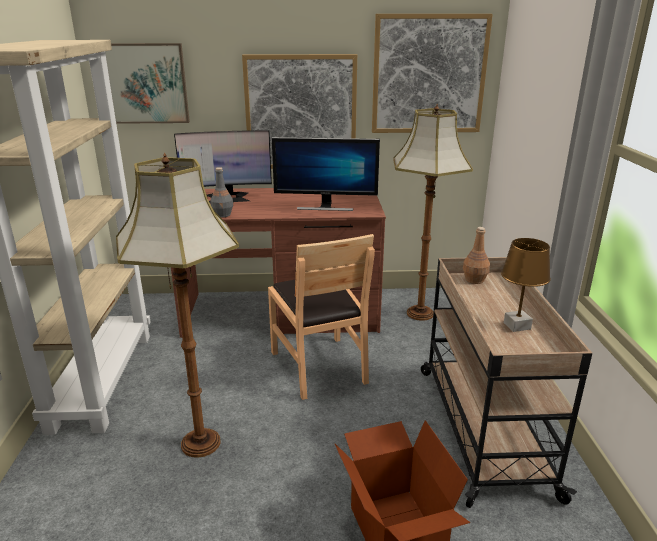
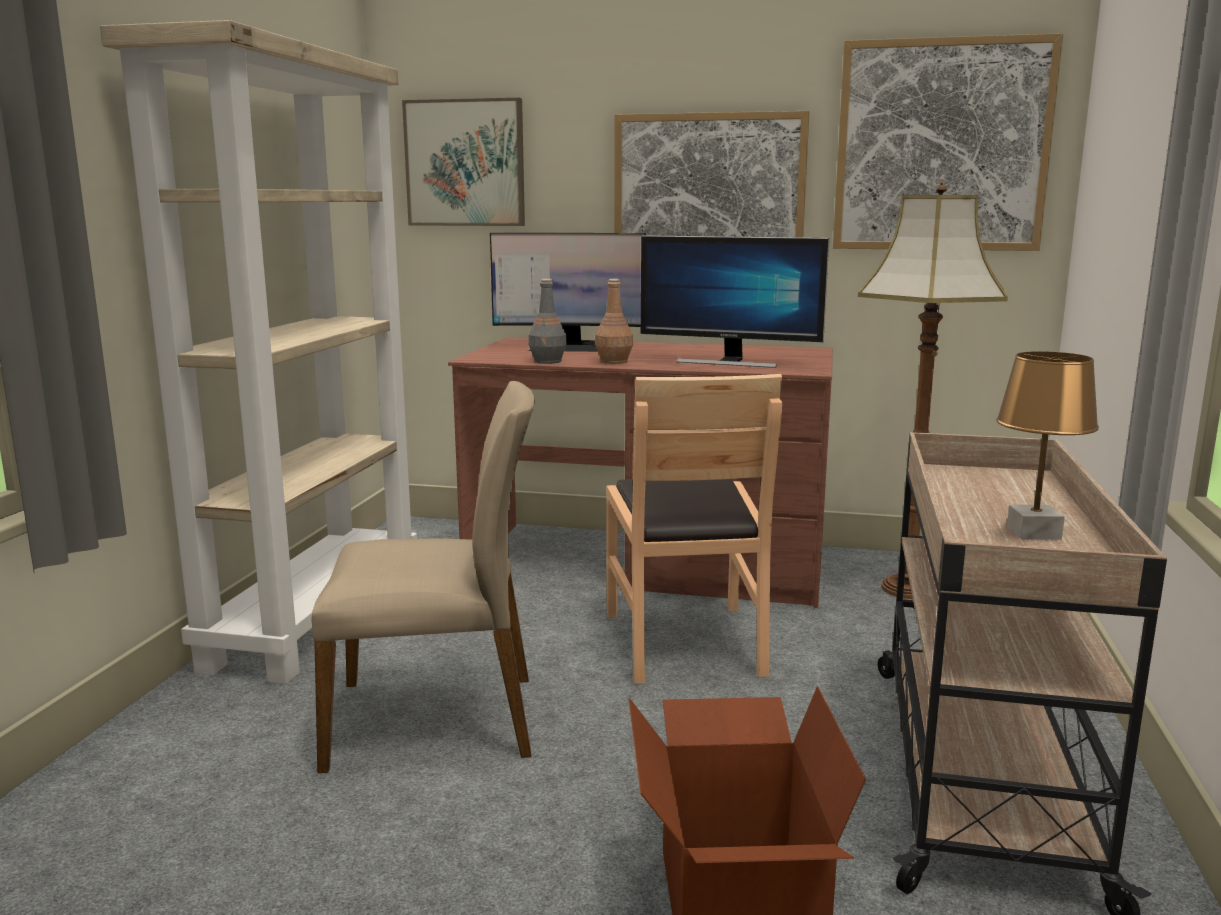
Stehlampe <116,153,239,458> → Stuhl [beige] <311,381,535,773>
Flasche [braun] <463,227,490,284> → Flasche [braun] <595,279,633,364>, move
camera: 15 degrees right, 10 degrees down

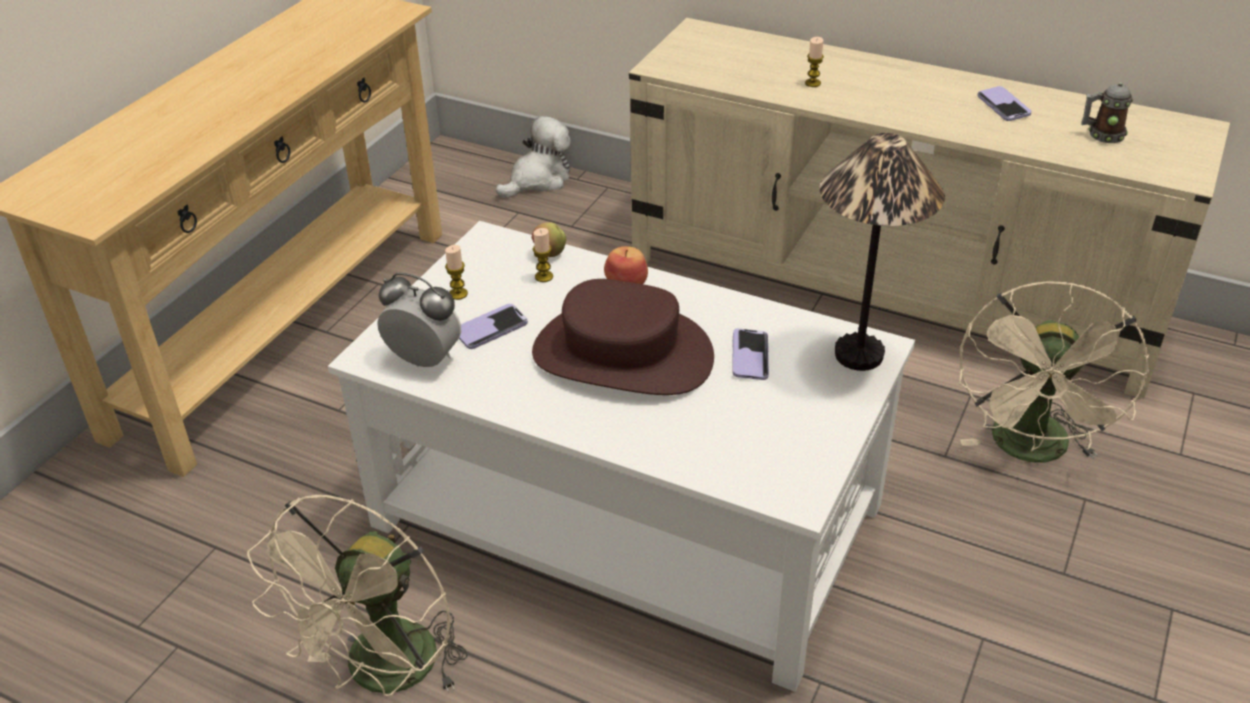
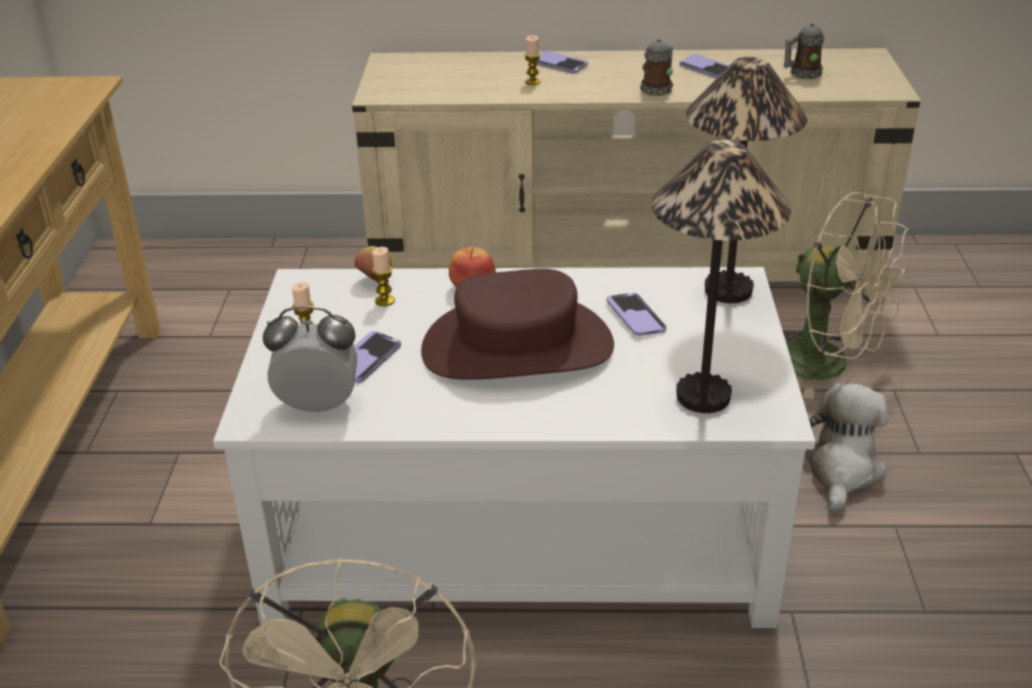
Plüschtier <496,116,571,198> → Plüschtier <805,383,888,513>, move
Ventilator [beige] <959,281,1150,463> → Ventilator [beige] <783,192,908,399>, 45 degrees counterclockwise
- → Henkelbecher <640,39,673,96>
- → Handy <536,51,588,74>
- → Tischlampe <651,140,791,413>
camera: 25 degrees left, 5 degrees down

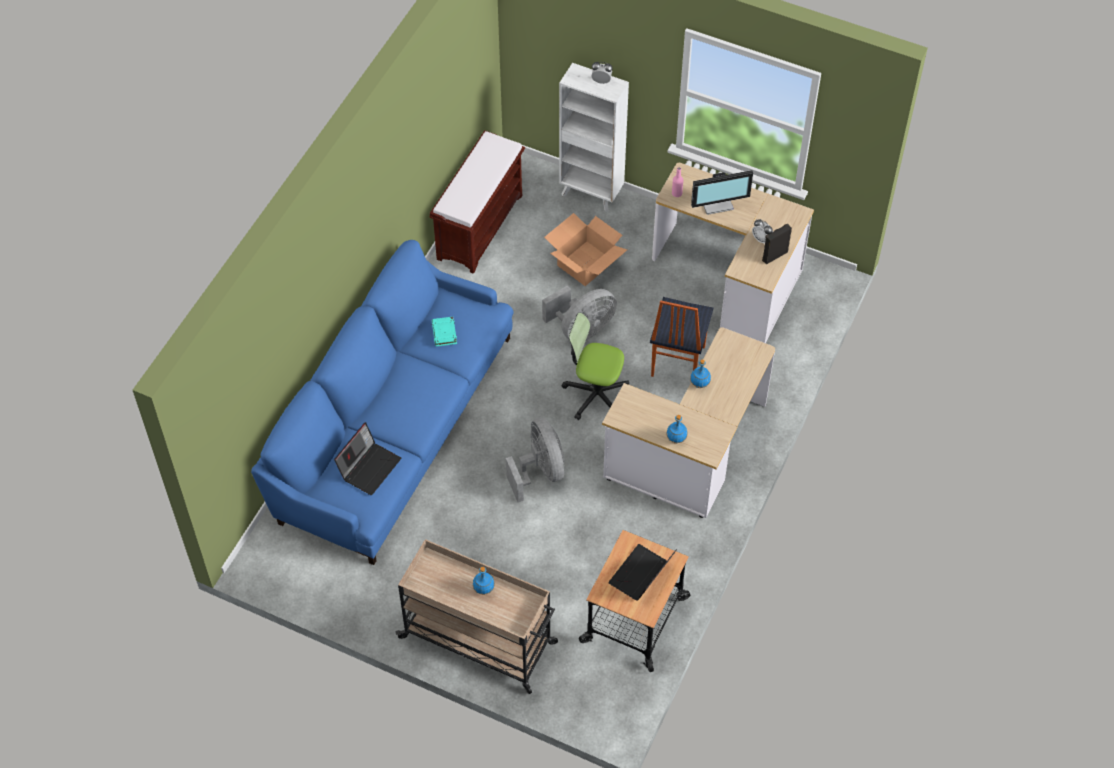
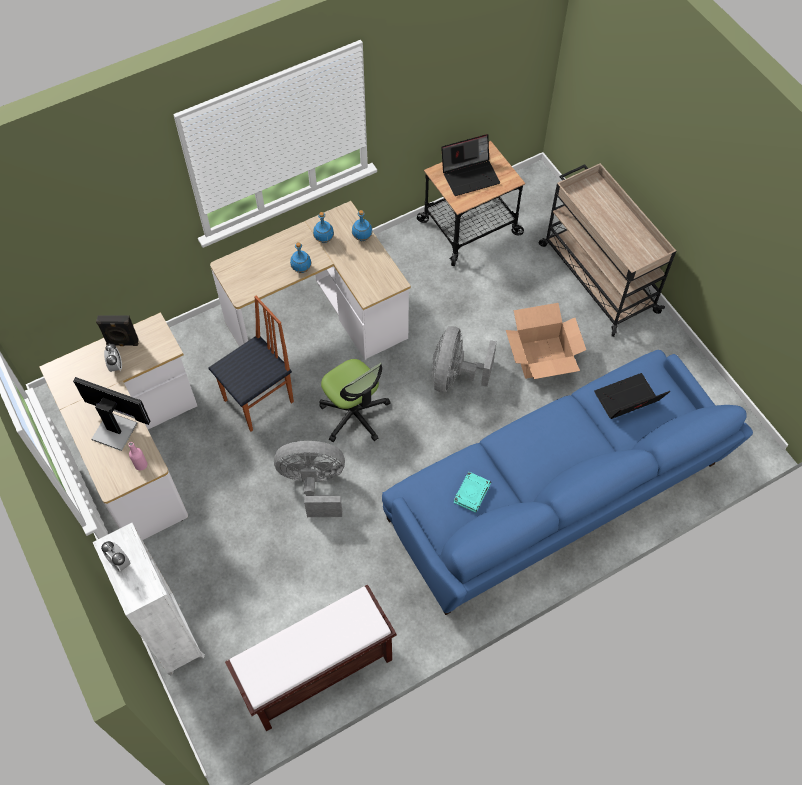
Karton <544,213,627,286> → Karton <506,303,586,379>, move
Flasche [blau] <473,567,495,595> → Flasche [blau] <313,212,334,243>, move
camera: 145 degrees left, 5 degrees up

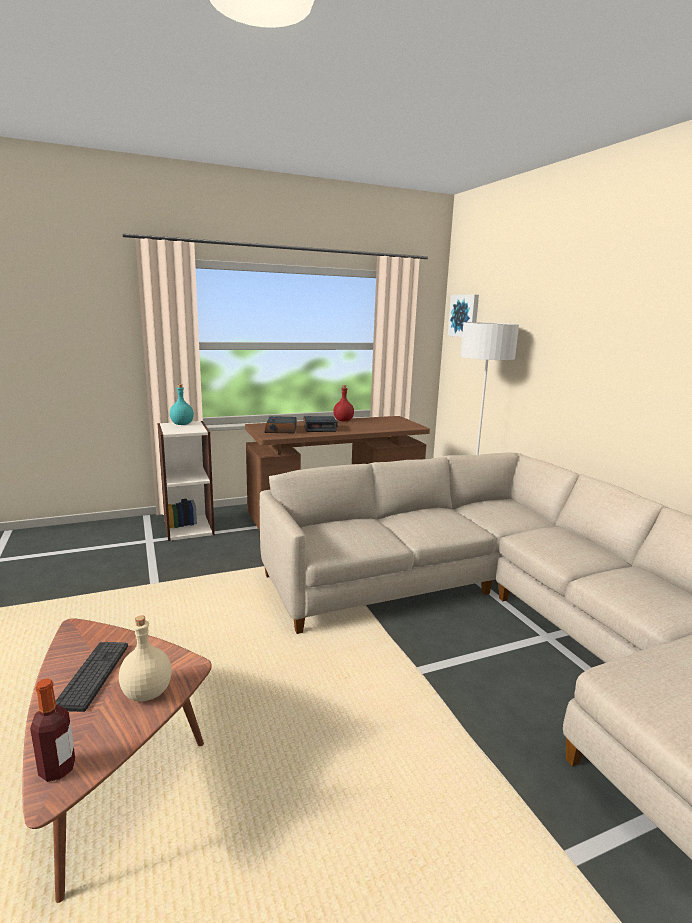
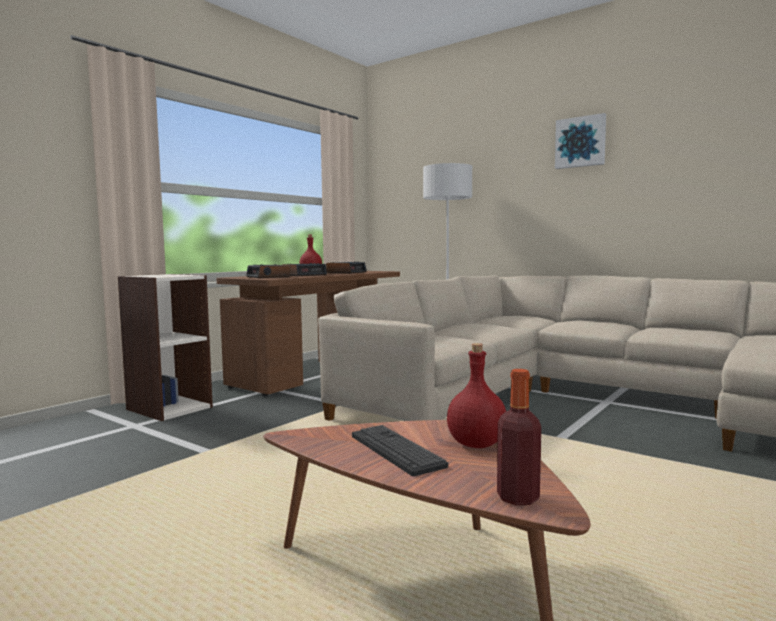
Bild <448,295,479,337> → Bild <555,113,606,169>, move
Flasche [türkis] <170,384,194,425> → -
Flasche [beige] <119,616,172,702> → Flasche [rot] <447,343,506,448>
- → Wecker <326,261,367,273>
camera: 30 degrees left, 10 degrees down

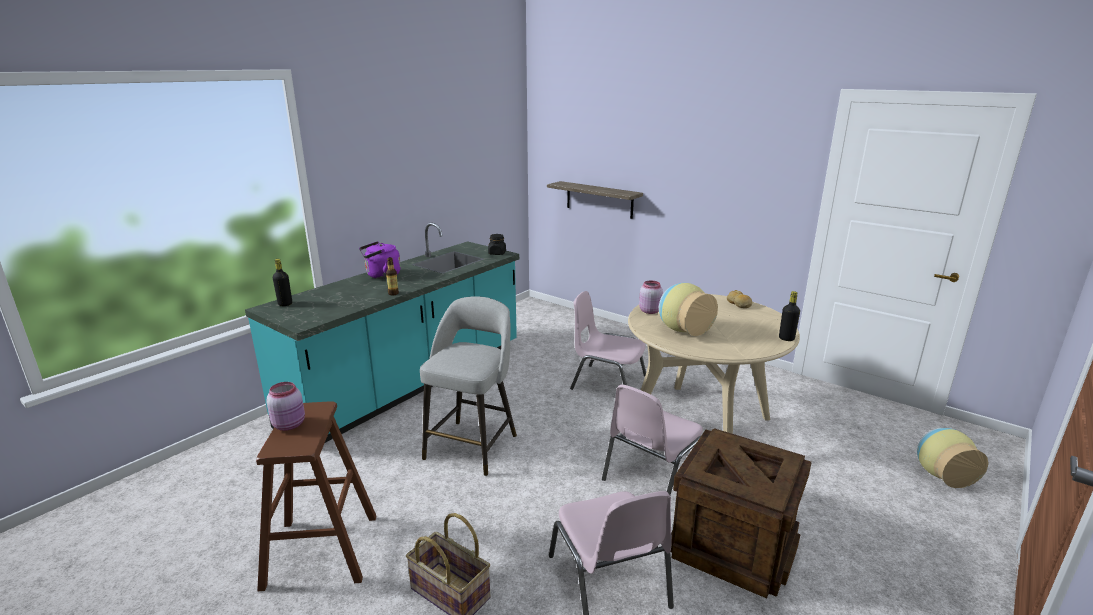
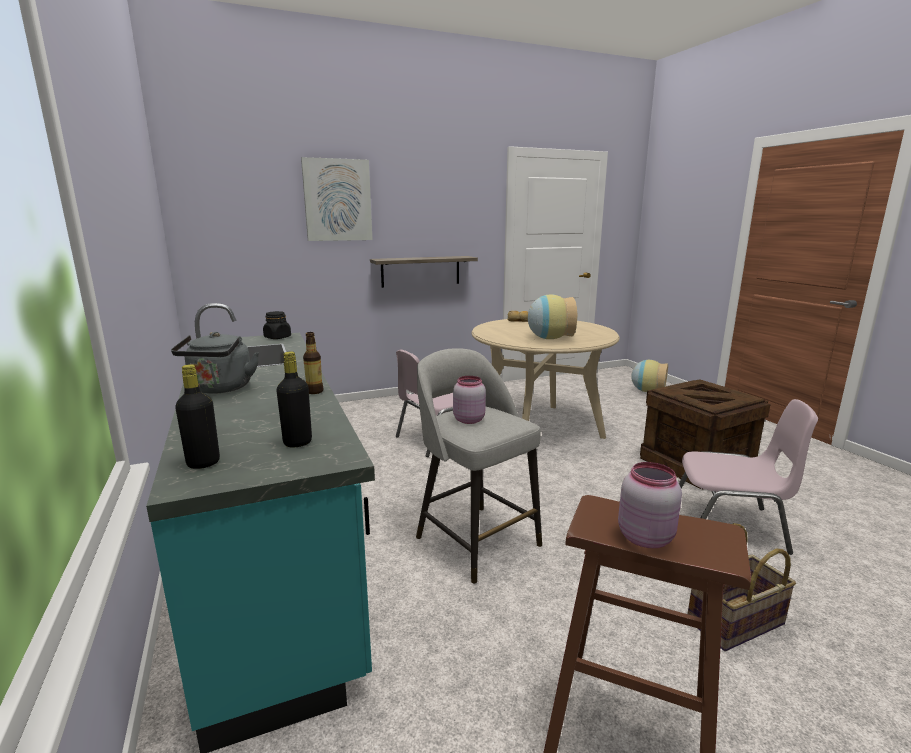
Wandregal <547,181,643,219> → Wandregal <370,256,478,288>, move
Wasserkessel [lila] <359,241,401,279> → Wasserkessel [grau] <171,332,259,394>
Vorratsglas [rosa] <639,280,663,314> → Vorratsglas [rosa] <453,376,486,424>, move
Flasche [schwarz] <779,291,800,341> → Flasche [schwarz] <276,351,312,447>, move
Stuhl [rosa] <602,385,703,495> → -
- → Bild <301,157,373,241>
camera: 60 degrees left, 5 degrees down

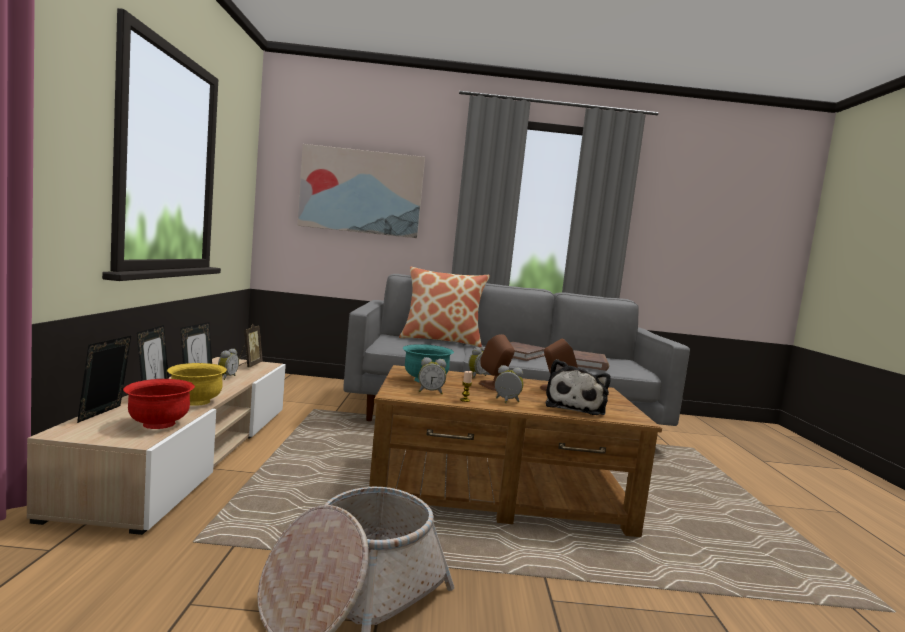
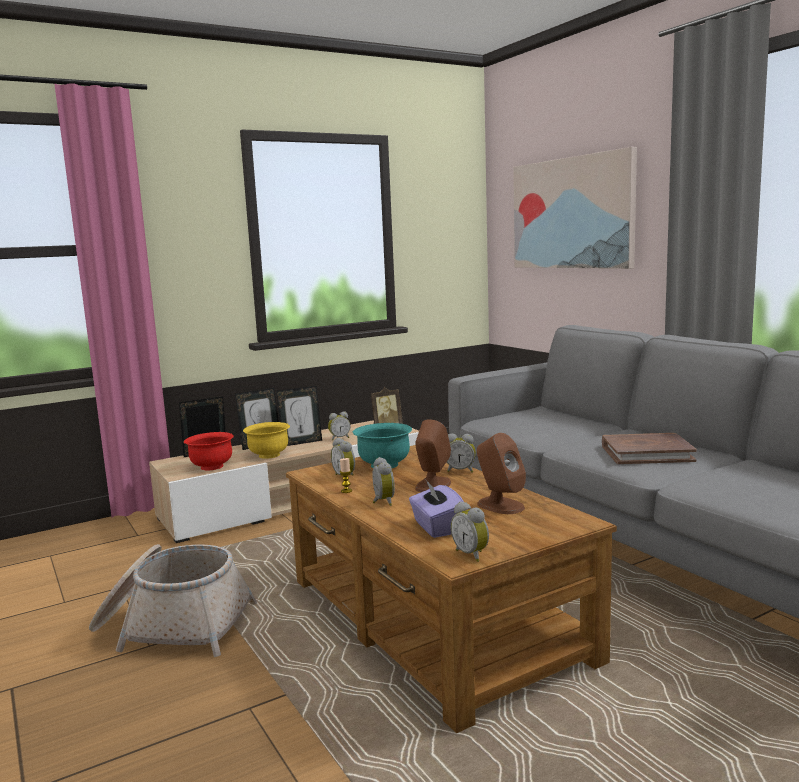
Kissen <399,267,490,347> → -
Buch [braun] <573,350,609,371> → -
Plüschtier <546,359,611,415> → Taschentuchbox [lila] <409,480,464,538>
- → Wecker <451,501,489,562>
camera: 60 degrees right, 5 degrees up

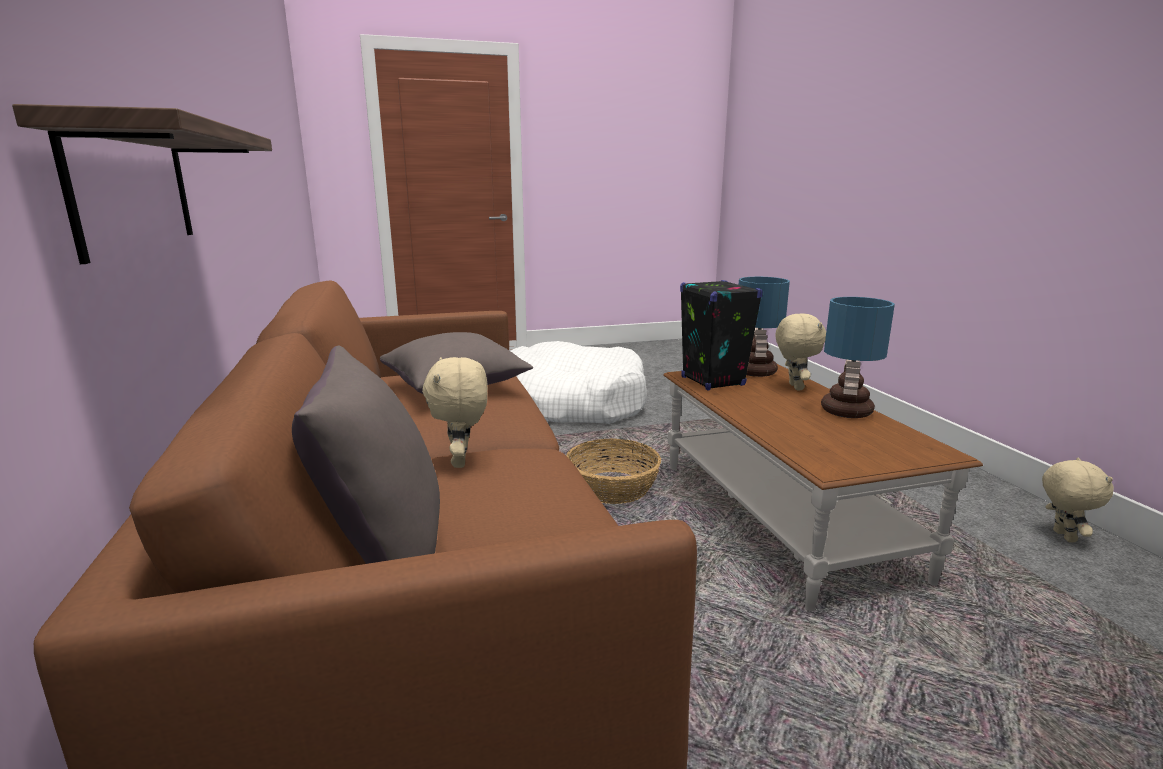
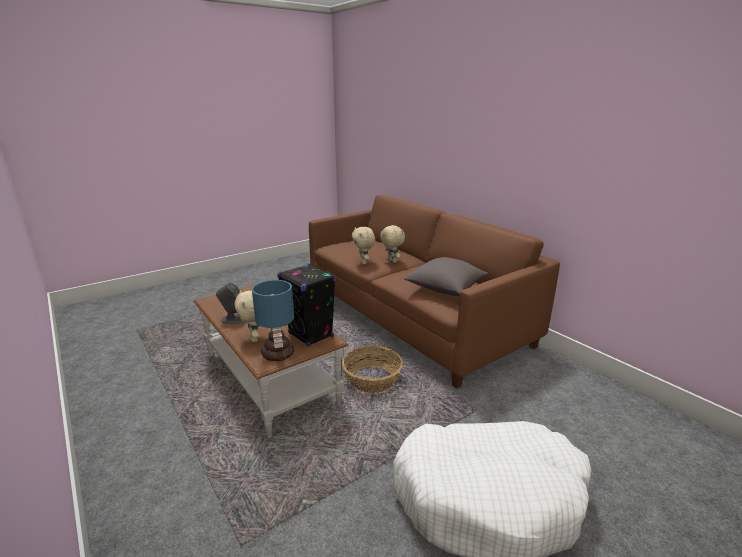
Wandregal <12,104,272,264> → -
Tischlampe <821,297,895,418> → Lautsprecher [grau] <216,283,245,324>
Kissen [grau] <292,346,440,564> → -
Plüschtier [beige] <1042,458,1114,543> → Plüschtier [beige] <352,227,375,265>, move
camera: 160 degrees right, 5 degrees up

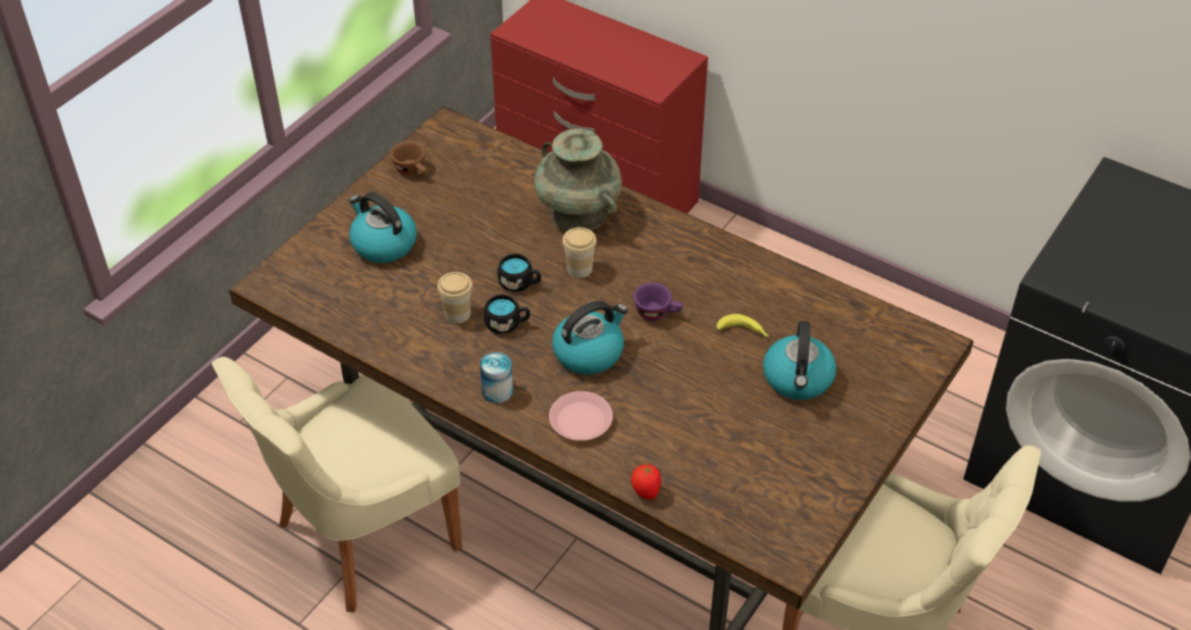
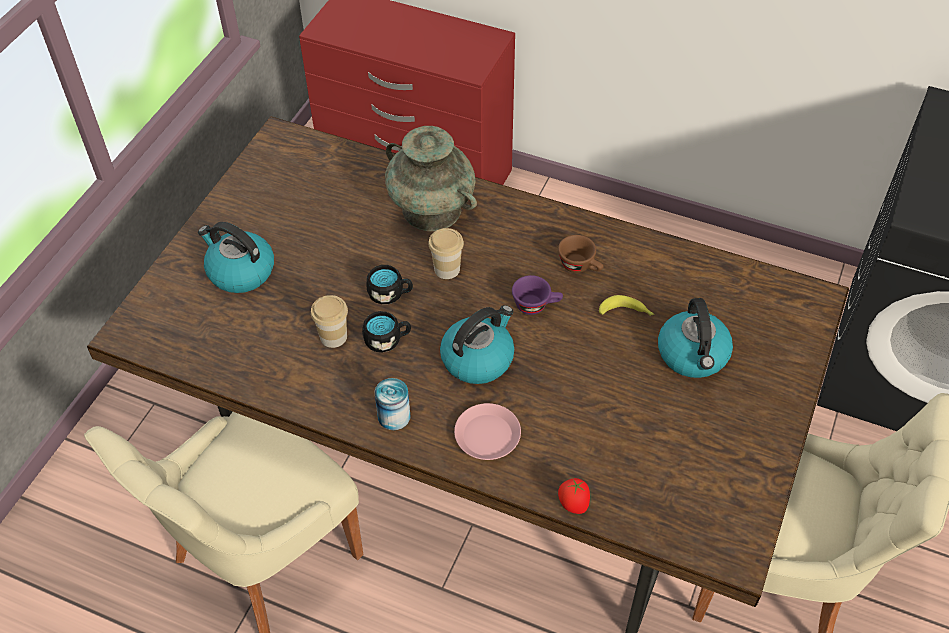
Tasse [braun] <390,141,427,176> → Tasse [braun] <558,235,604,273>, move
camera: 10 degrees left, 5 degrees up

